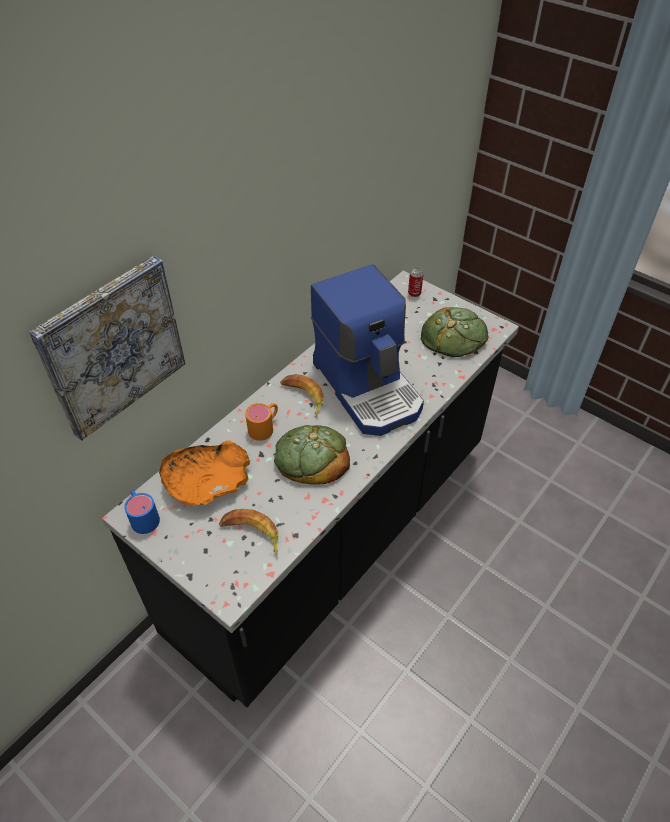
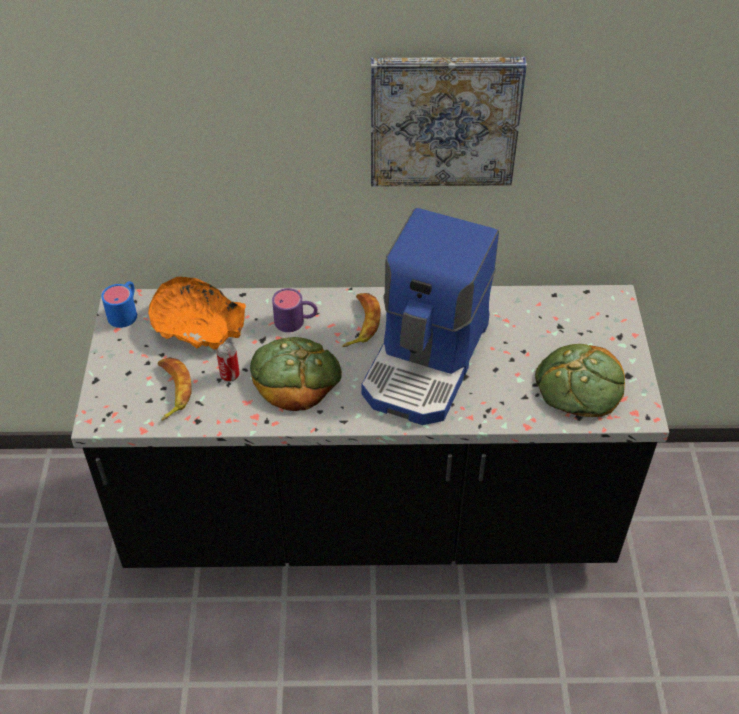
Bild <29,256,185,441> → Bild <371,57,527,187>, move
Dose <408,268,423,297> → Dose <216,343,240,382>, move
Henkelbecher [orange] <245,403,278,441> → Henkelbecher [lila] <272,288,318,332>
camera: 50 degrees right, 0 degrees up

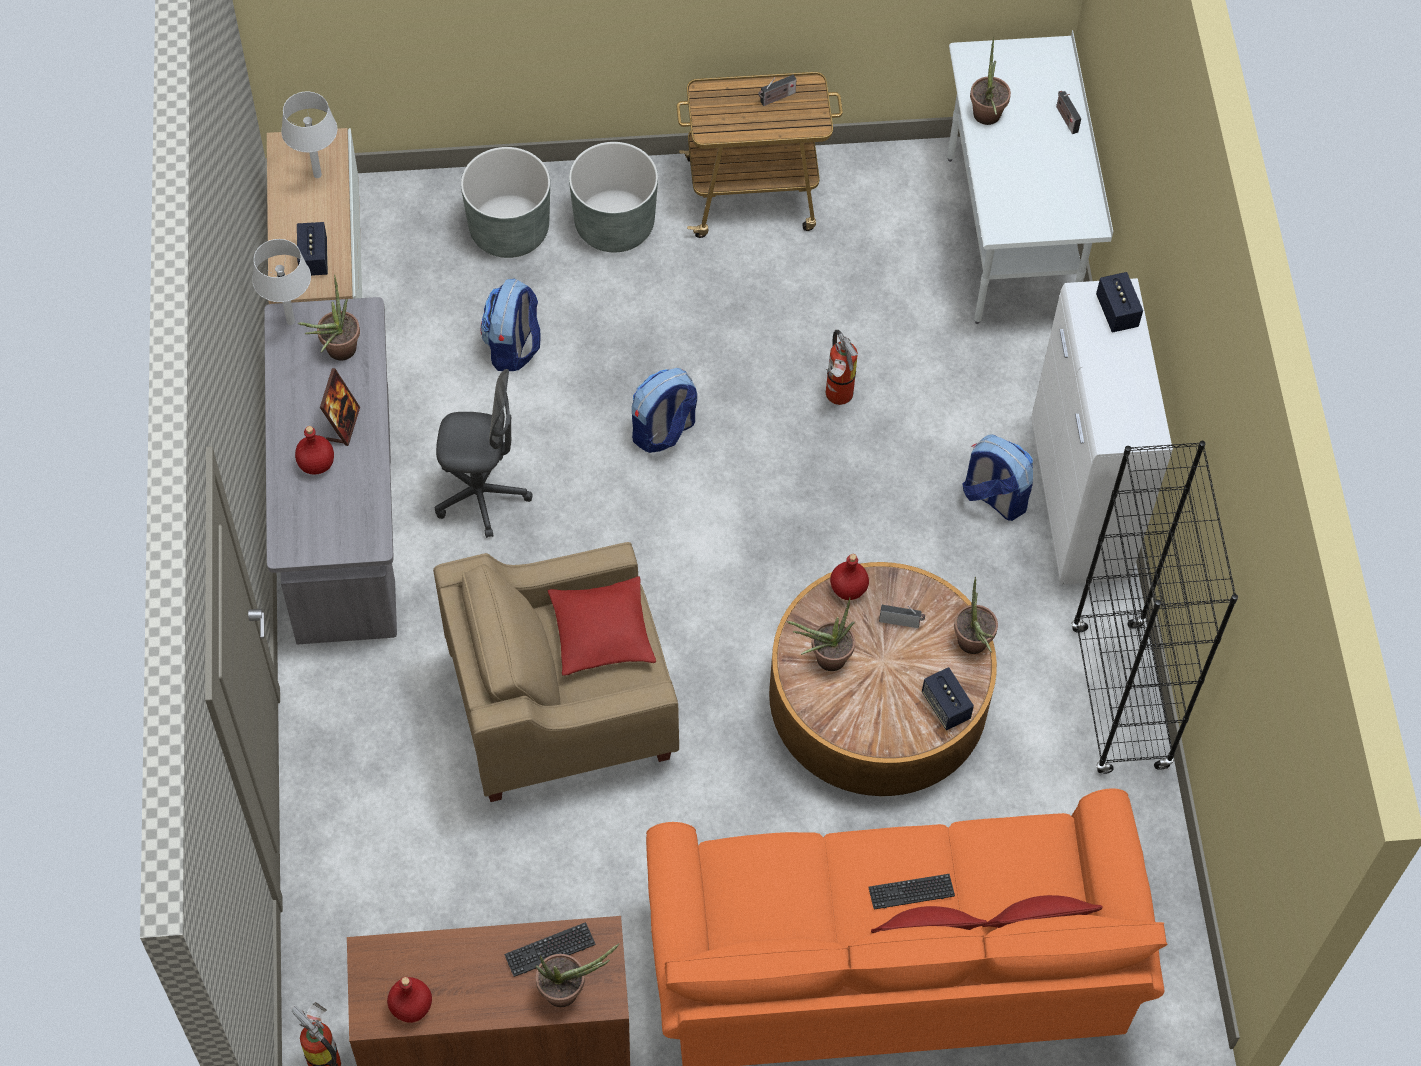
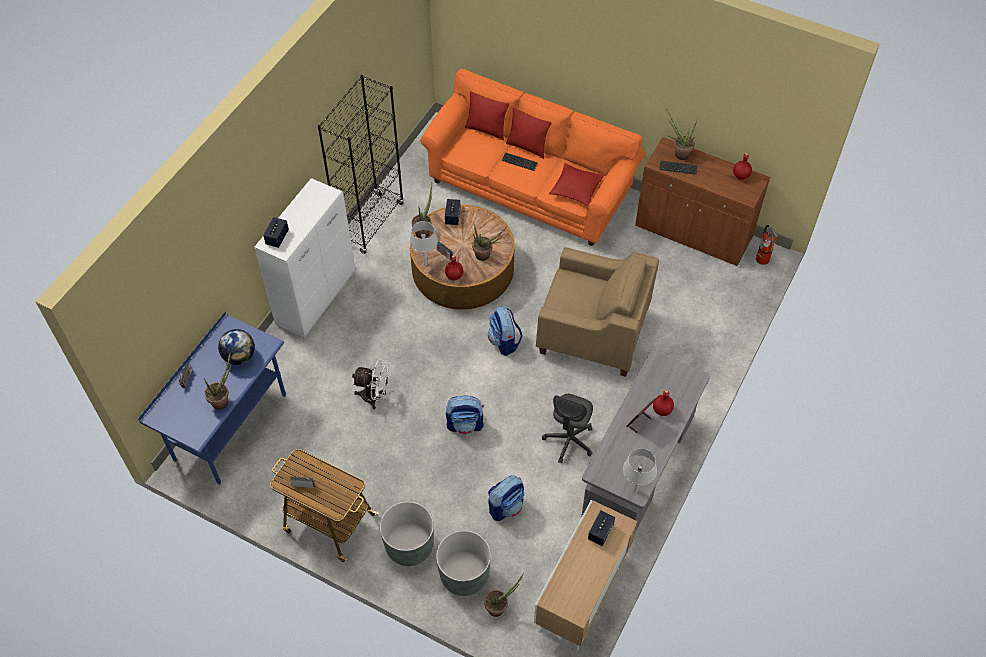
Schreibtisch [weiß] <947,30,1113,324> → Schreibtisch [blau] <138,312,286,485>
Tischlampe [grau] <281,92,337,178> → Tischlampe [grau] <409,221,438,265>, move
Topfpflanze <298,275,360,360> → Topfpflanze <484,575,523,617>, move
Feuerlöscher <826,330,858,405> → Ventilator [weiß] <352,359,391,409>
Bürostuhl [grau] <435,369,533,538> → Bürostuhl [grau] <542,394,593,463>, 105 degrees counterclockwise
Rucksack <963,434,1033,521> → Rucksack <488,307,522,356>, move
Kissen [rot] <548,576,656,676> → Kissen [rot] <549,163,604,206>, move
- → Globus <218,329,255,365>
camera: 145 degrees left, 5 degrees down

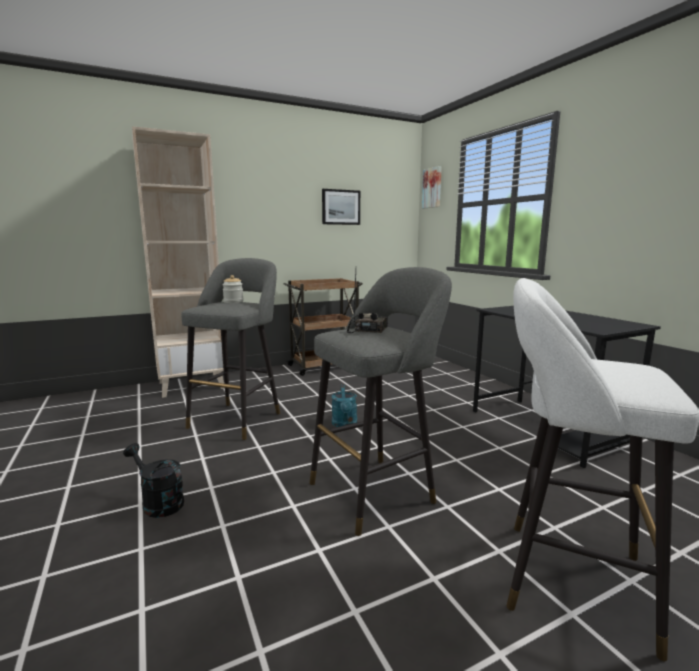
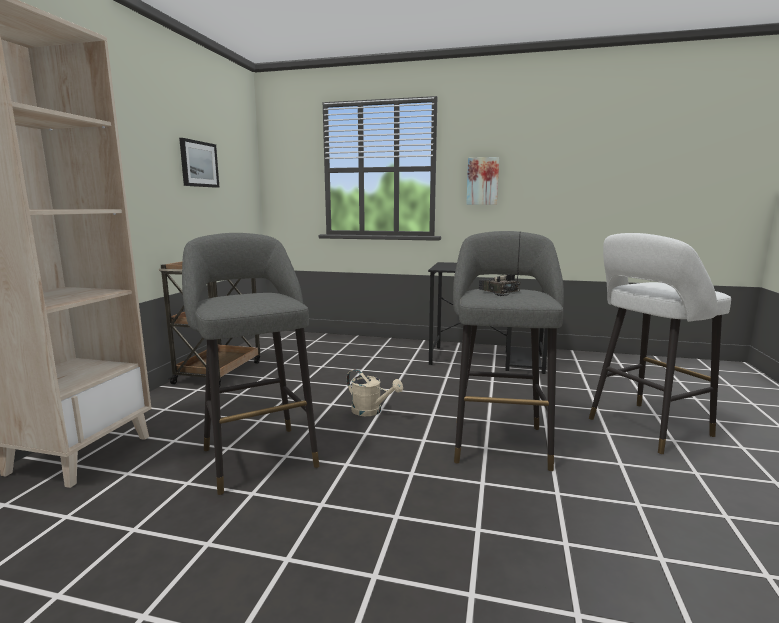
Bild <422,166,442,208> → Bild <466,157,499,205>, move
Vorratsglas <222,275,244,303> → -
Gießkanne [türkis] <332,384,357,427> → Gießkanne [beige] <347,369,403,416>
Gießkanne [schwarz] <123,443,184,518> → -
camera: 50 degrees left, 0 degrees up

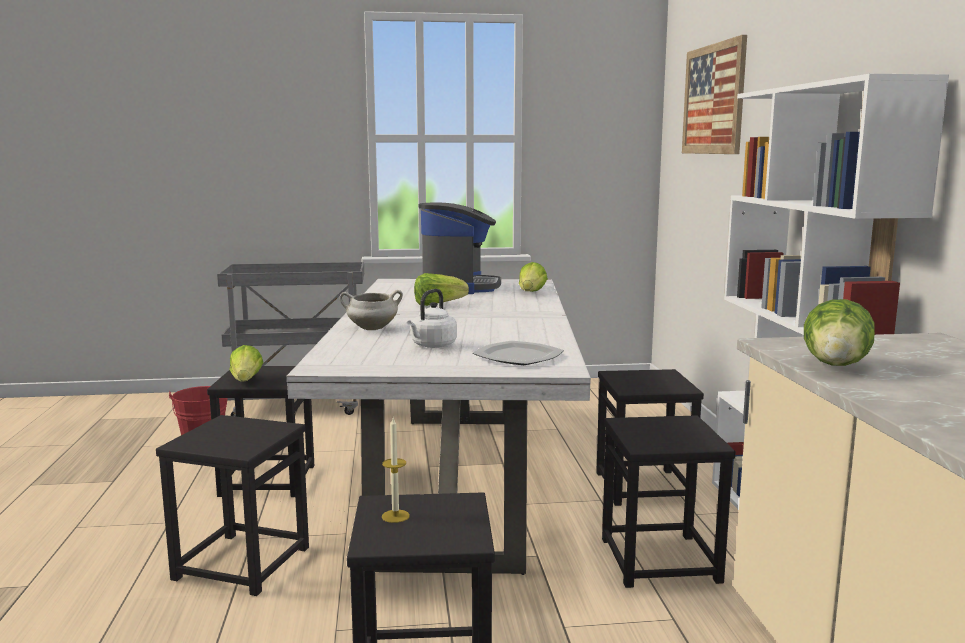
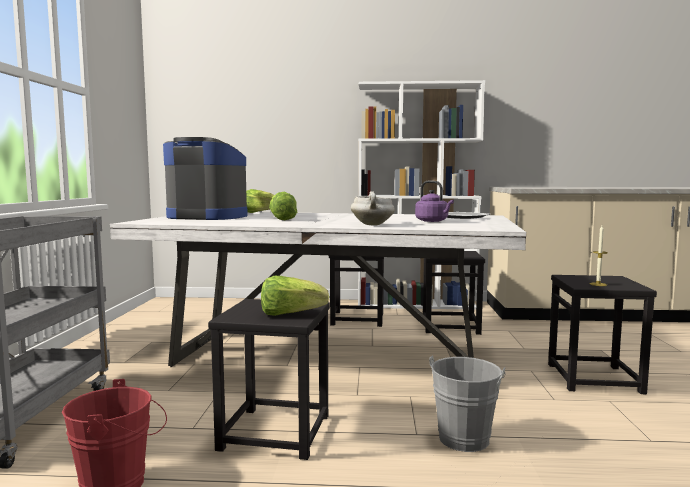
Bild <682,35,747,154> → -
Wasserkessel [weiß] <407,289,457,348> → Wasserkessel [lila] <415,180,454,222>
Salatkopf <804,299,875,366> → -
Hocker [schwarz] <156,415,309,596> → Eimer [grau] <429,355,505,452>
camera: 80 degrees left, 5 degrees down

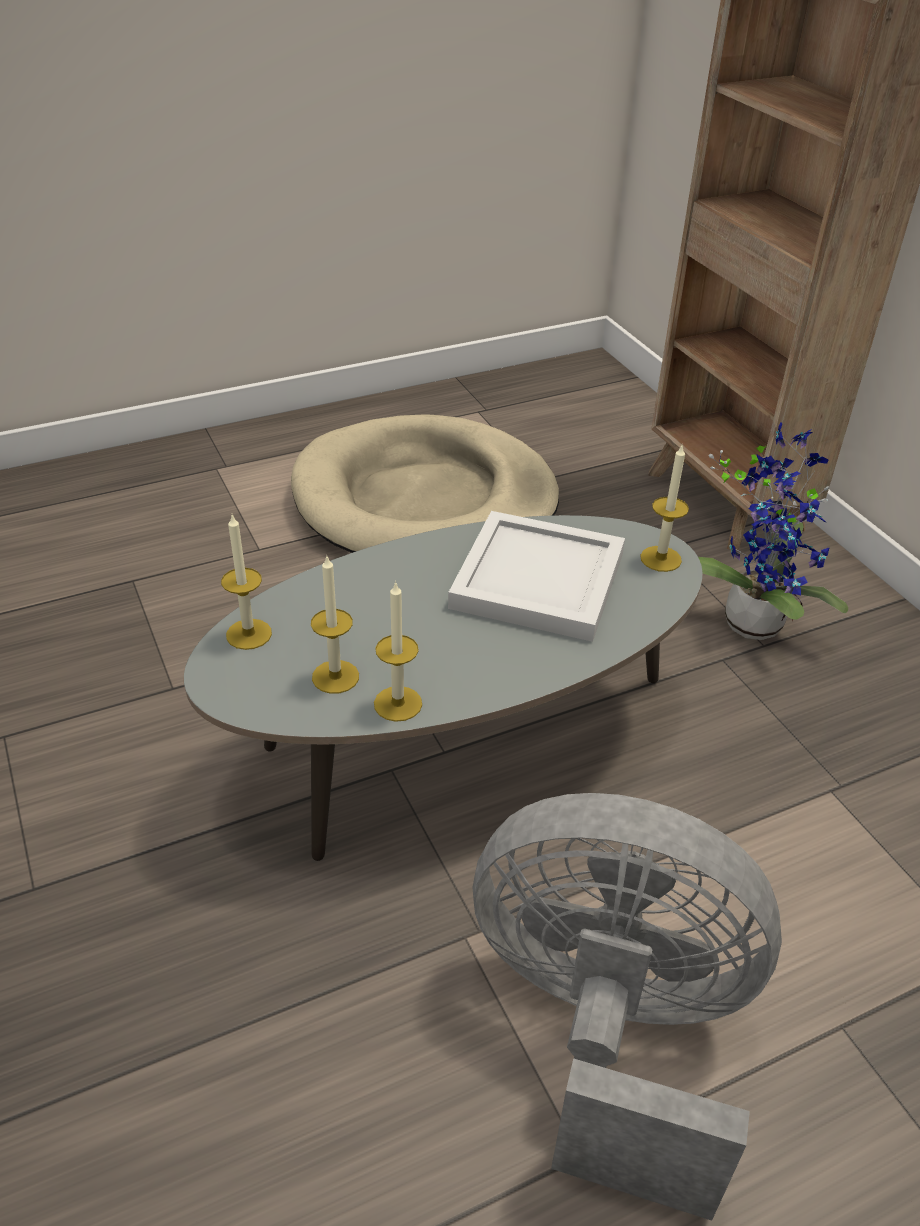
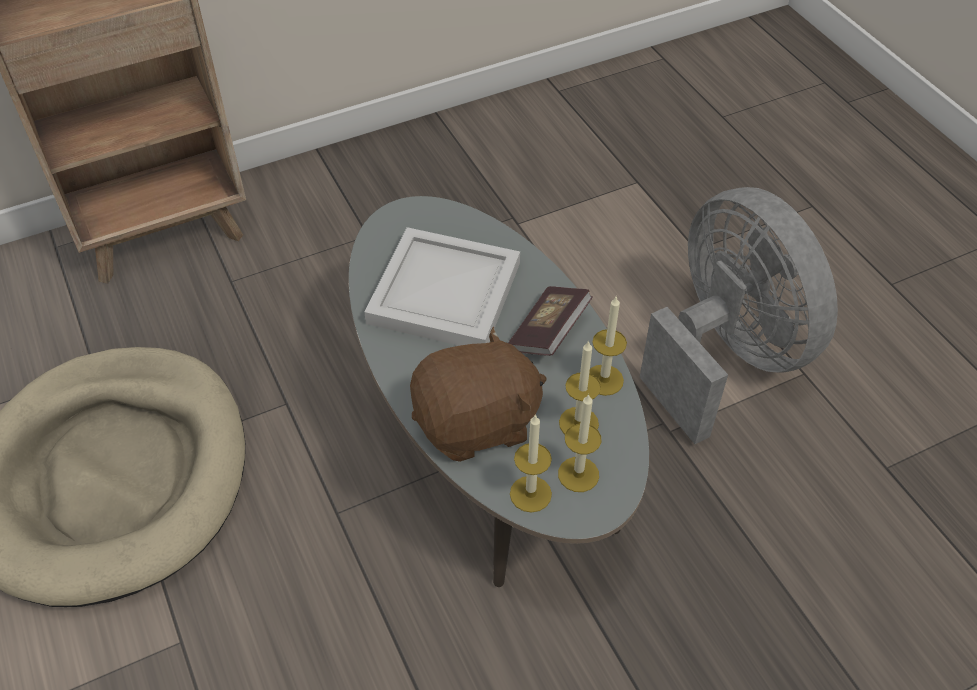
Topfpflanze <698,422,848,640> → -
Kerze <640,445,689,572> → Kerze <558,394,601,492>, move
Ventilator [grau] <472,793,782,1221> → Ventilator [grau] <640,187,838,444>, 135 degrees clockwise
- → Buch <508,286,592,356>
- → Plüschtier [braun] <410,327,547,462>
camera: 90 degrees left, 10 degrees up

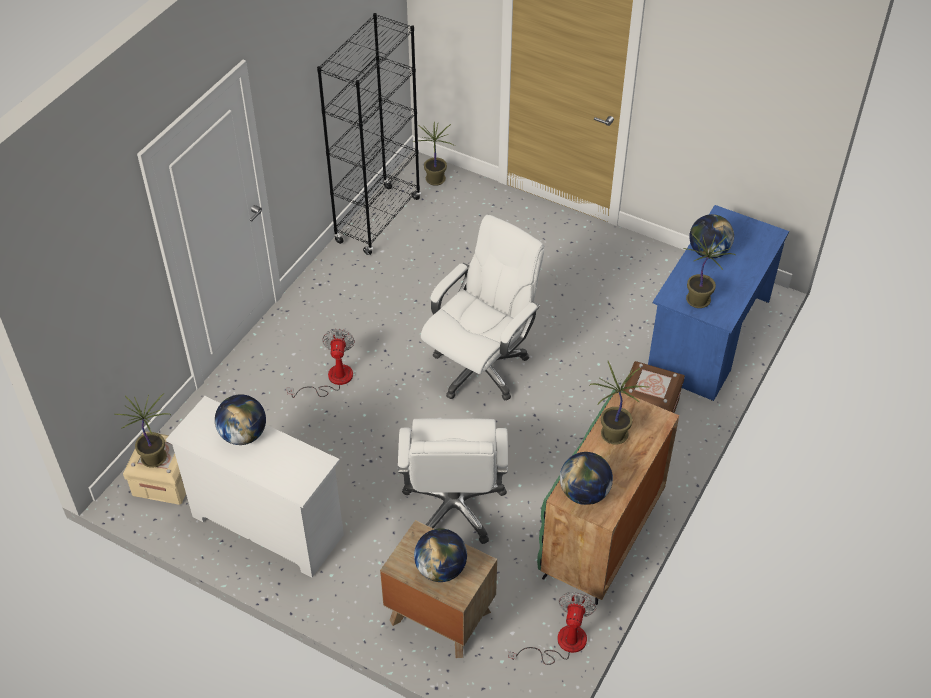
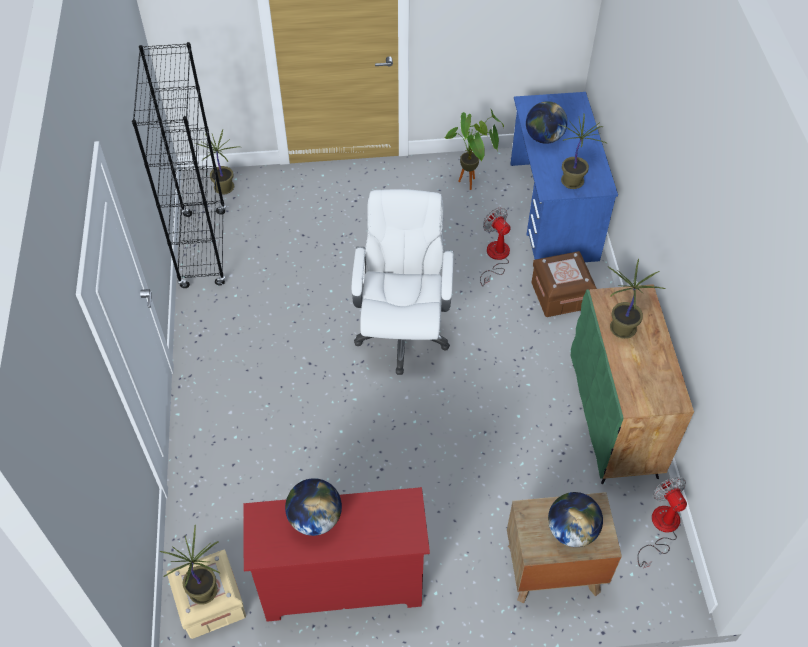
Ventilator <286,329,355,398> → Ventilator <480,207,511,286>, move
Kommode [weiß] <166,396,344,577> → Kommode [rot] <243,487,430,622>
Bürostuhl [weiß] <398,418,508,544> → -
Globus <560,452,613,505> → -
- → Topfpflanze <444,110,504,190>
camera: 35 degrees left, 5 degrees up

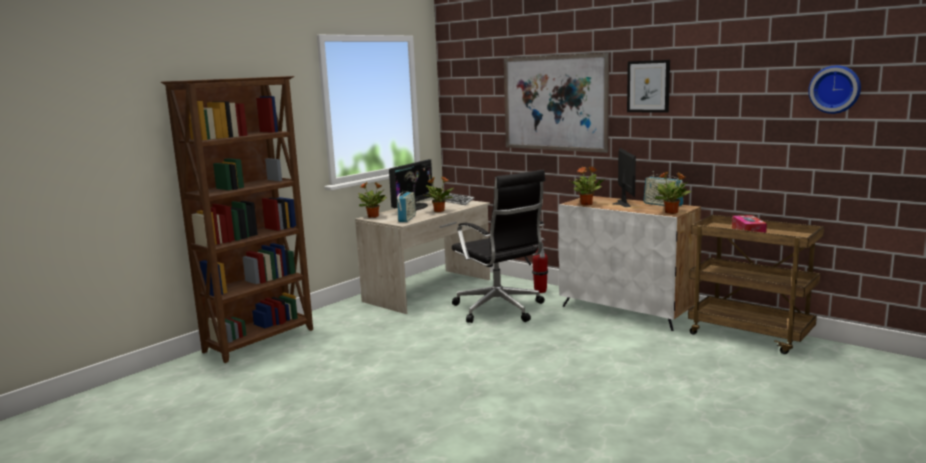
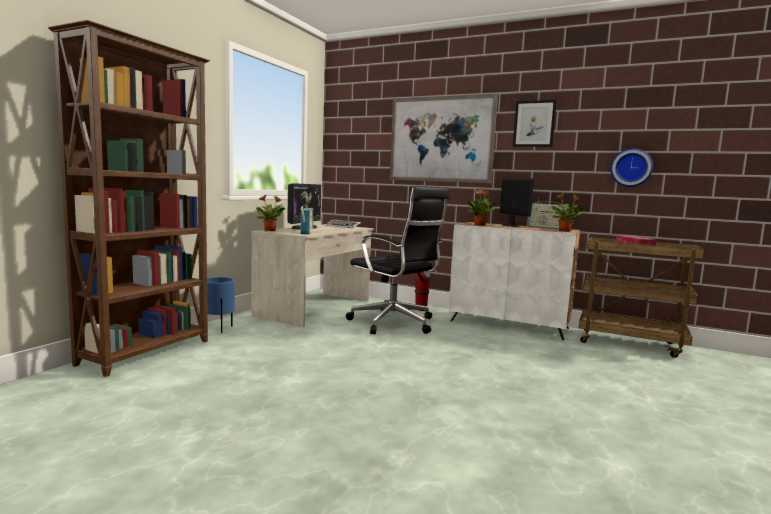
Wanduhr <808,65,861,114> → Wanduhr <610,148,653,187>, move
Topfpflanze <424,176,453,212> → -
- → Pflanzkübel [blau] <207,277,235,333>
camera: 15 degrees left, 5 degrees down

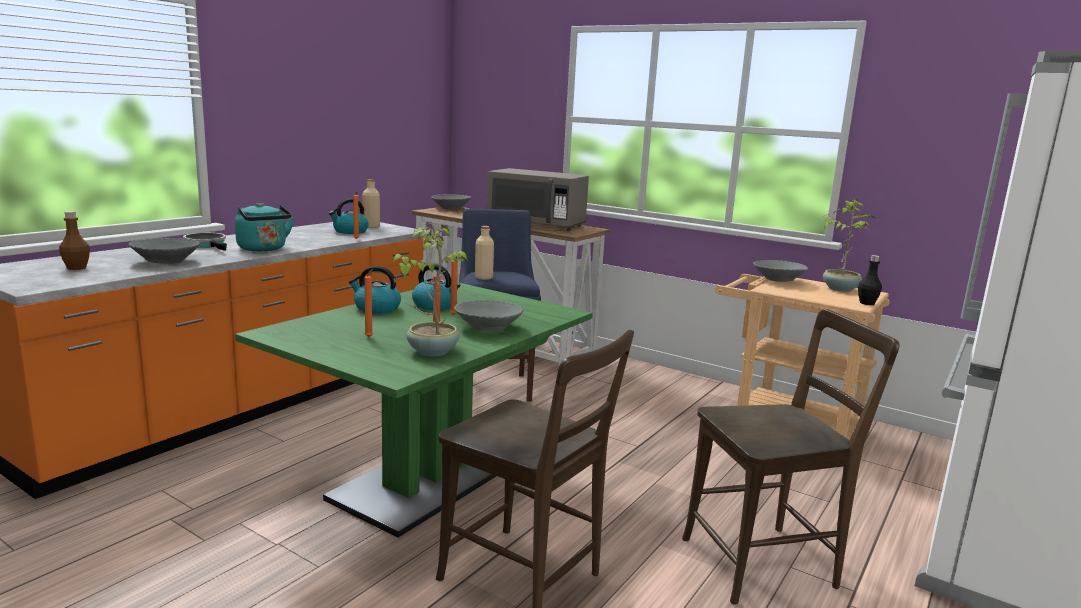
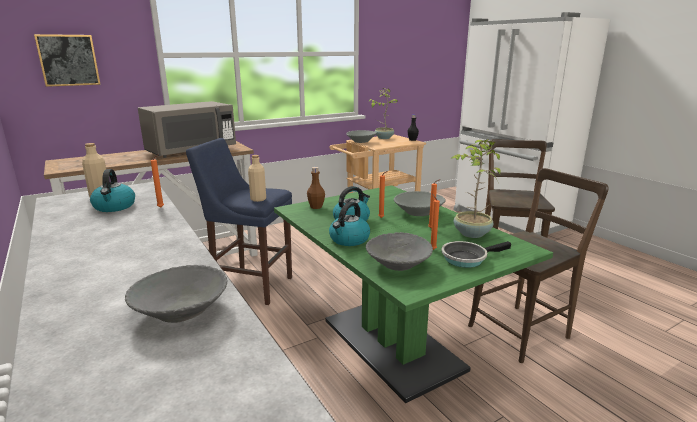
Schüssel [grau] <431,194,472,209> → Schüssel [grau] <366,232,433,271>, move
Wasserkessel [türkis] <235,203,294,251> → -
Flasche [braun] <59,211,90,270> → Flasche [braun] <307,167,325,209>, move
Pfanne <183,233,227,251> → Pfanne <441,241,511,268>, move
- → Bild <34,34,101,87>
camera: 65 degrees left, 5 degrees up

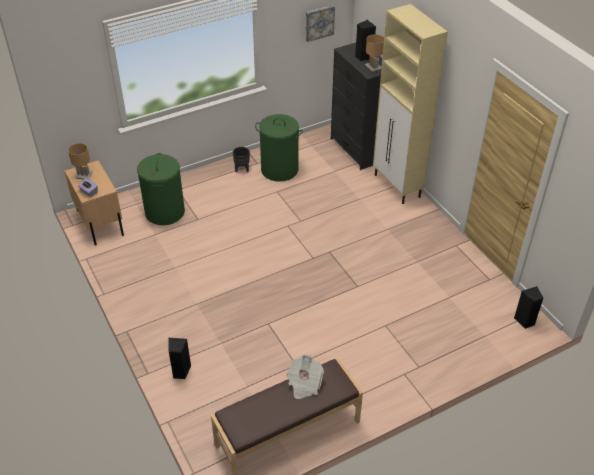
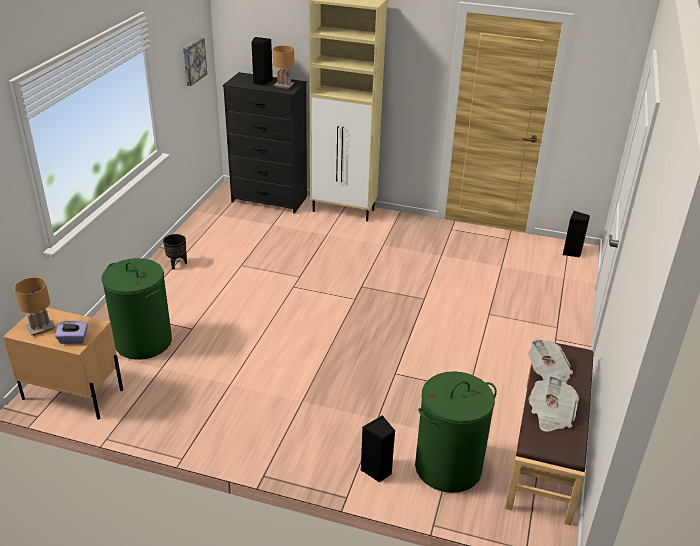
Wäschekorb [grün] <255,114,303,182> → Wäschekorb [grün] <415,371,497,493>, move
- → Zeitung <528,376,579,432>
camera: 45 degrees left, 10 degrees down

